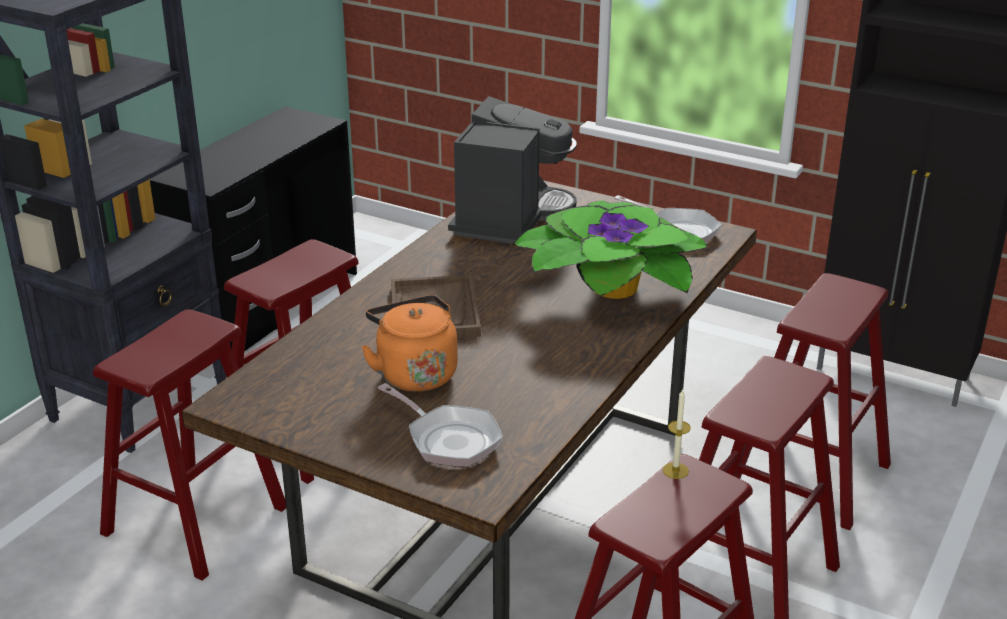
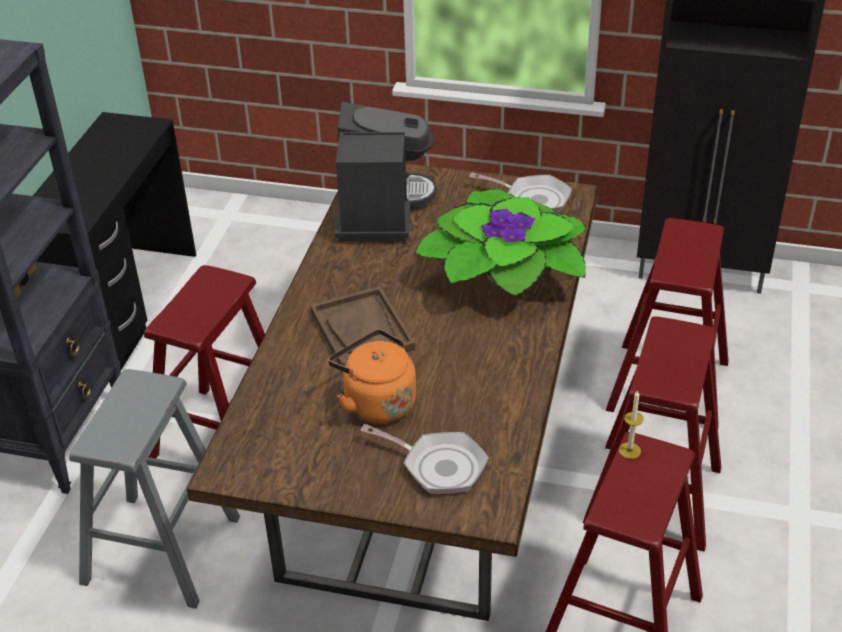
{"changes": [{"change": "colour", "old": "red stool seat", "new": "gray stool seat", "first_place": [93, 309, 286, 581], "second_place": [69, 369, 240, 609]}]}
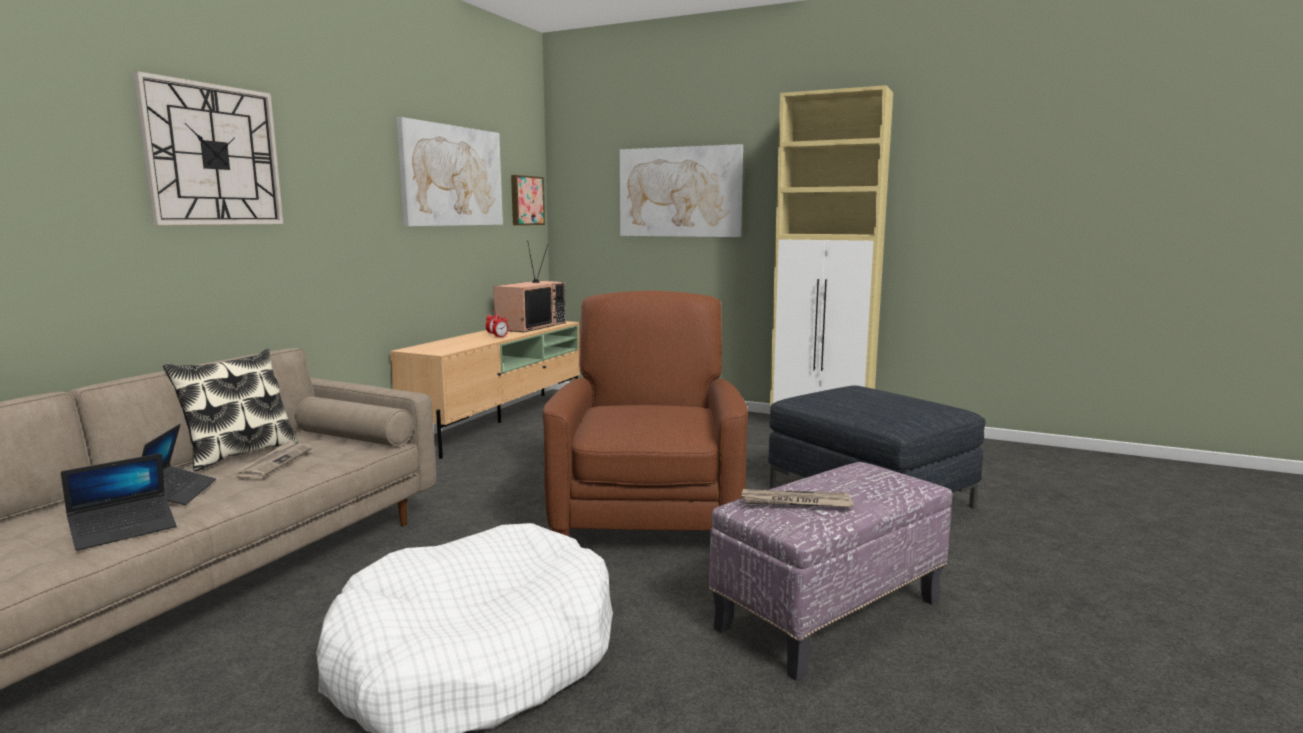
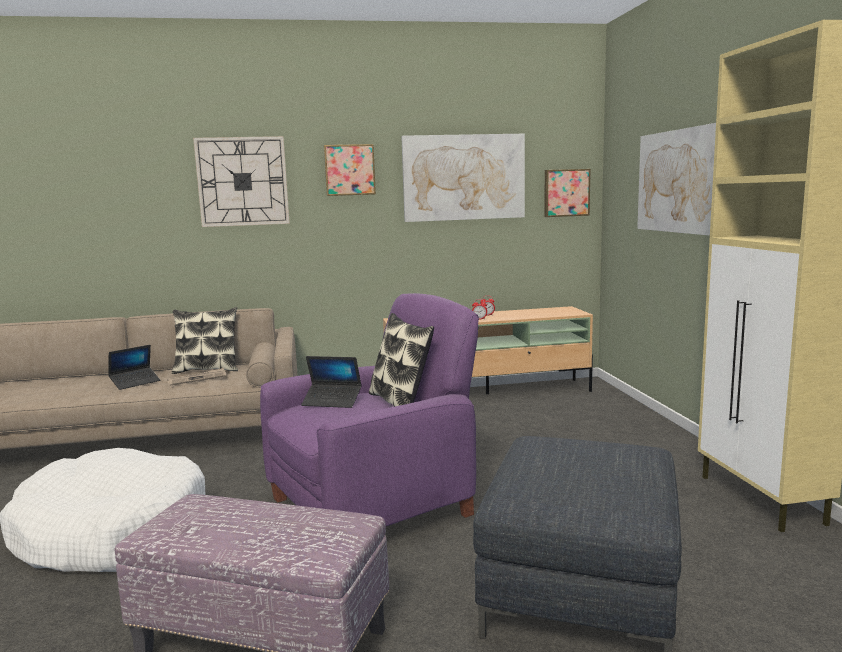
{"changes": [{"change": "missing", "old": "TV set", "first_place": [493, 241, 566, 332]}, {"change": "missing", "old": "daily paper", "first_place": [741, 489, 854, 507]}, {"change": "appeared", "new": "picture", "second_place": [324, 144, 376, 196]}, {"change": "appeared", "new": "pillow", "second_place": [369, 313, 434, 407]}, {"change": "relocated", "old": "portable computer", "first_place": [61, 453, 177, 551], "second_place": [301, 356, 362, 408]}, {"change": "colour", "old": "brownish armchair", "new": "purplish armchair", "first_place": [543, 291, 748, 537], "second_place": [260, 293, 479, 526]}]}
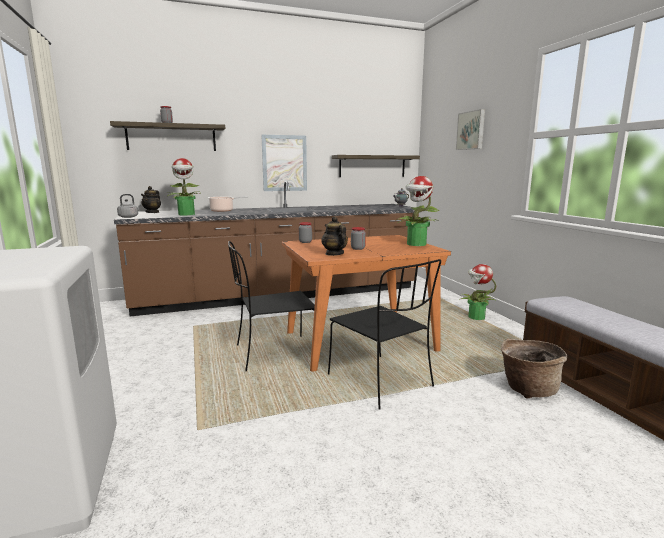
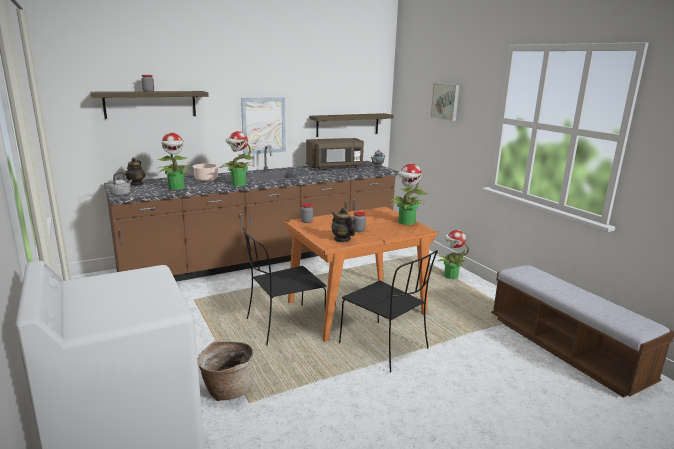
{"changes": [{"change": "appeared", "new": "houseplant", "second_place": [221, 131, 255, 186]}, {"change": "appeared", "new": "brownish microwave", "second_place": [306, 138, 364, 169]}, {"change": "relocated", "old": "household basket", "first_place": [501, 338, 567, 399], "second_place": [197, 341, 253, 401]}]}
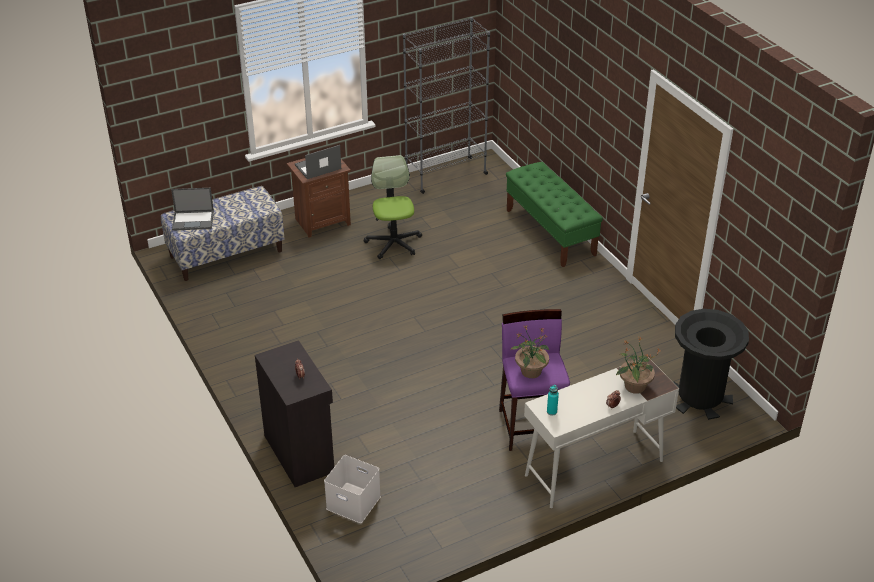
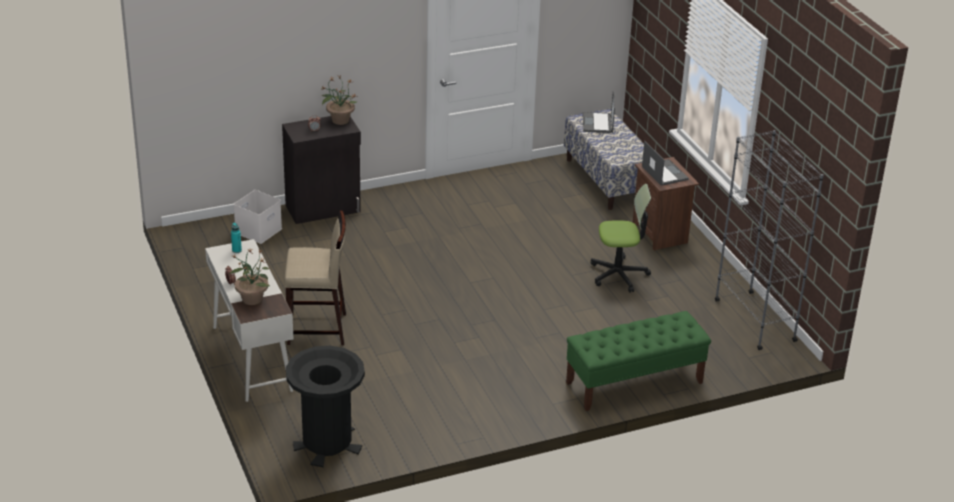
{"changes": [{"change": "relocated", "old": "houseplant", "first_place": [510, 326, 549, 378], "second_place": [321, 75, 358, 125]}, {"change": "colour", "old": "purplish stool seat", "new": "beige-coloured stool seat", "first_place": [499, 309, 570, 451], "second_place": [284, 210, 346, 345]}]}
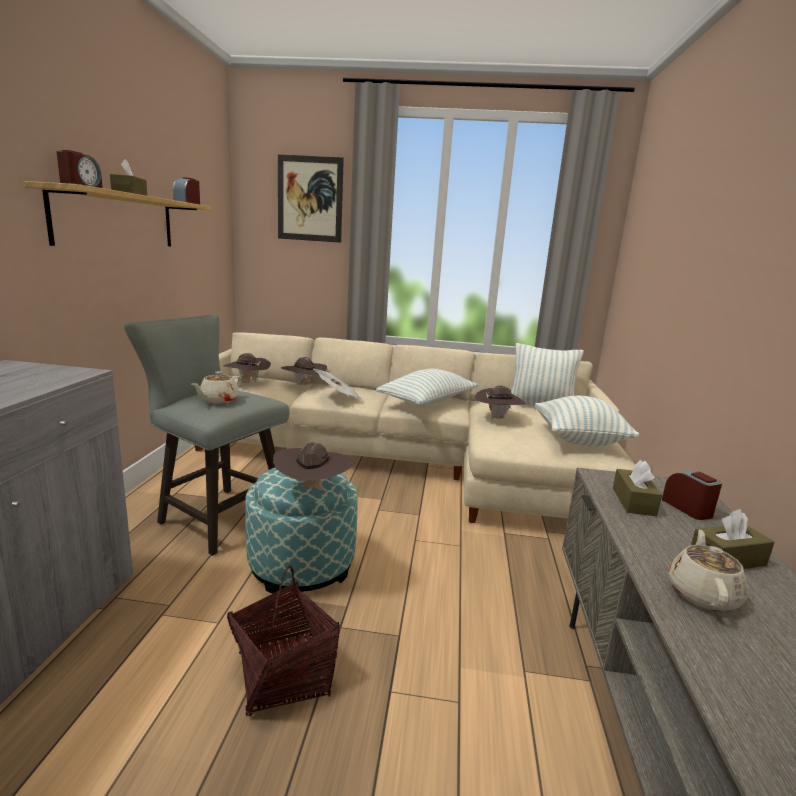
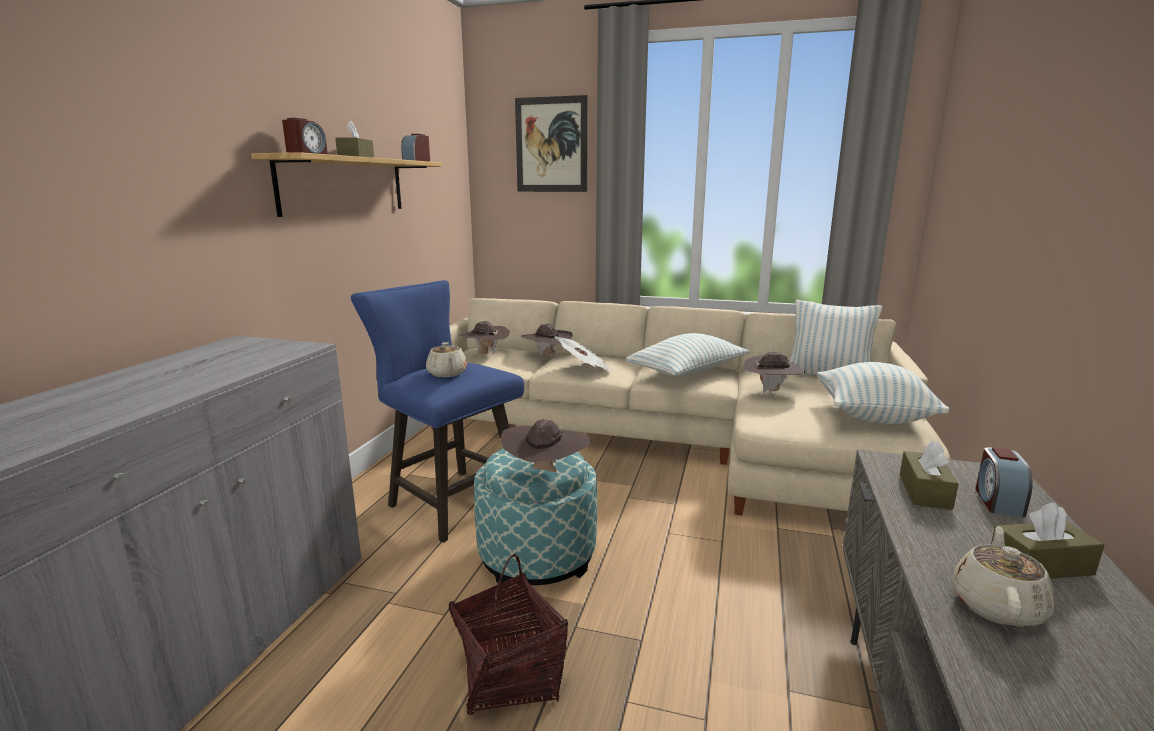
{"changes": [{"change": "colour", "old": "gray stool seat", "new": "bluish stool seat", "first_place": [124, 314, 289, 556], "second_place": [351, 280, 524, 543]}, {"change": "spun", "old": "beige-coloured pot for tea", "first_place": [191, 371, 242, 404], "second_place": [426, 342, 467, 377], "degrees": -60}, {"change": "spun", "old": "table clock", "first_place": [662, 471, 722, 520], "second_place": [975, 447, 1033, 517], "degrees": -150}]}
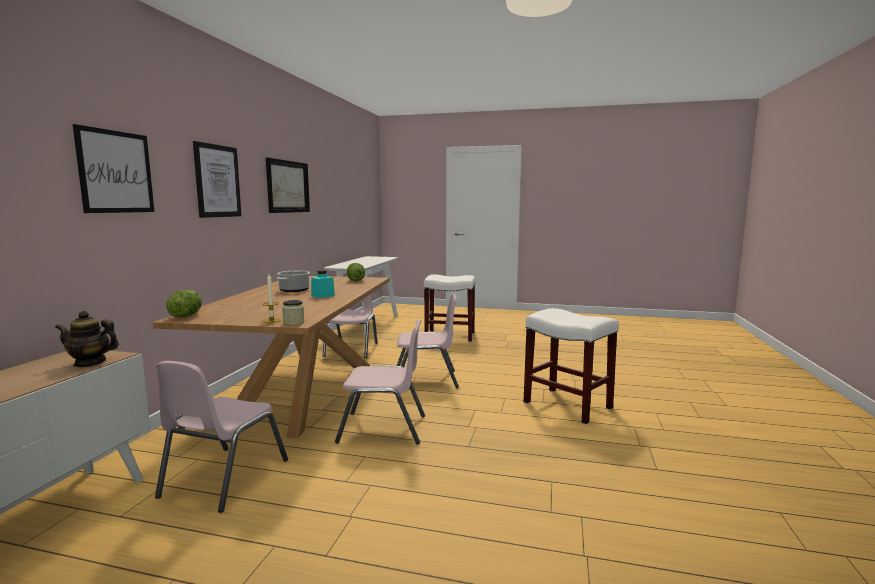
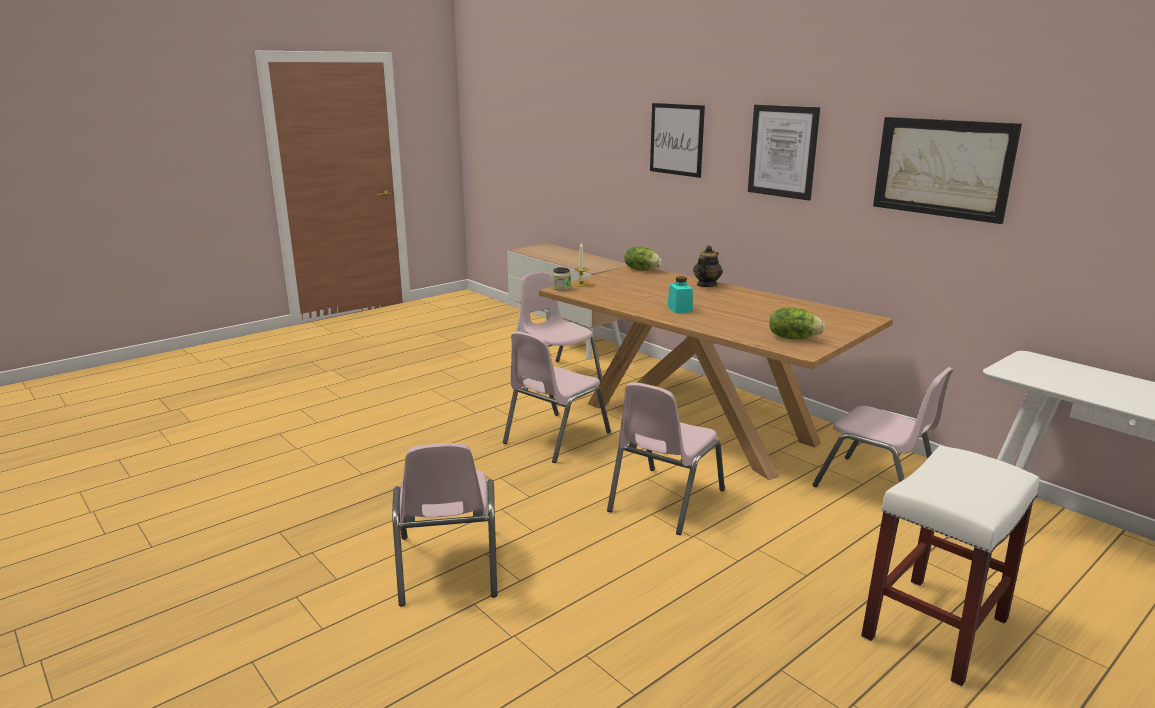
{"changes": [{"change": "missing", "old": "stockpot", "first_place": [277, 271, 310, 292]}, {"change": "relocated", "old": "pot for tea", "first_place": [55, 311, 119, 367], "second_place": [693, 245, 723, 287]}, {"change": "exchanged", "old": "whitish stool seat", "new": "pink-coloured plain chair", "first_place": [523, 308, 619, 425], "second_place": [392, 443, 497, 607]}]}
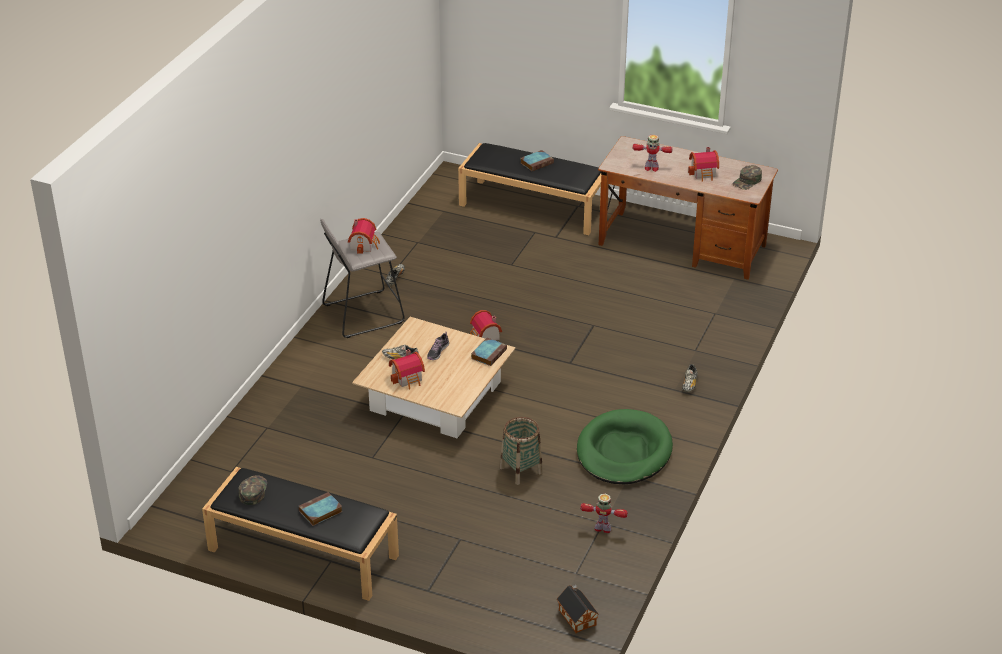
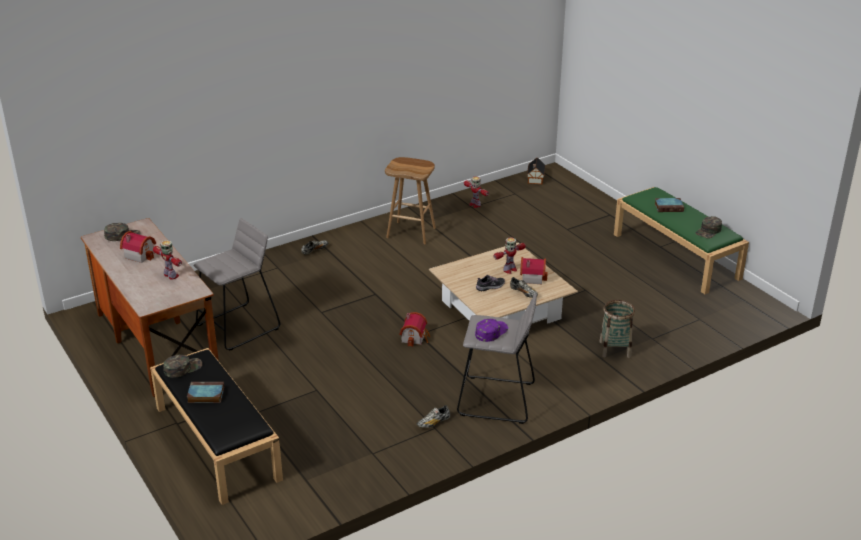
{"changes": [{"change": "missing", "old": "bound book", "first_place": [471, 338, 507, 366]}, {"change": "appeared", "new": "green-coloured cap", "second_place": [163, 355, 202, 378]}, {"change": "appeared", "new": "gray stool seat", "second_place": [193, 218, 280, 351]}, {"change": "appeared", "new": "robot figure", "second_place": [493, 237, 526, 274]}, {"change": "relocated", "old": "household basket", "first_place": [500, 417, 543, 485], "second_place": [600, 300, 635, 358]}, {"change": "exchanged", "old": "miniature house", "new": "purplish cap", "first_place": [348, 218, 380, 254], "second_place": [475, 319, 508, 342]}, {"change": "exchanged", "old": "green-coloured dog bed", "new": "brownish stool seat", "first_place": [577, 409, 673, 484], "second_place": [385, 157, 436, 244]}, {"change": "colour", "old": "blackish bench", "new": "green-coloured bench", "first_place": [202, 467, 399, 601], "second_place": [614, 187, 749, 294]}]}
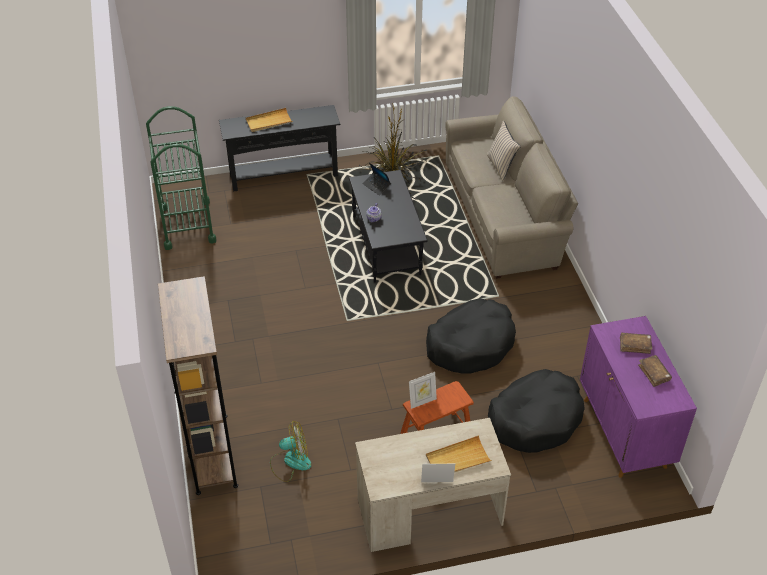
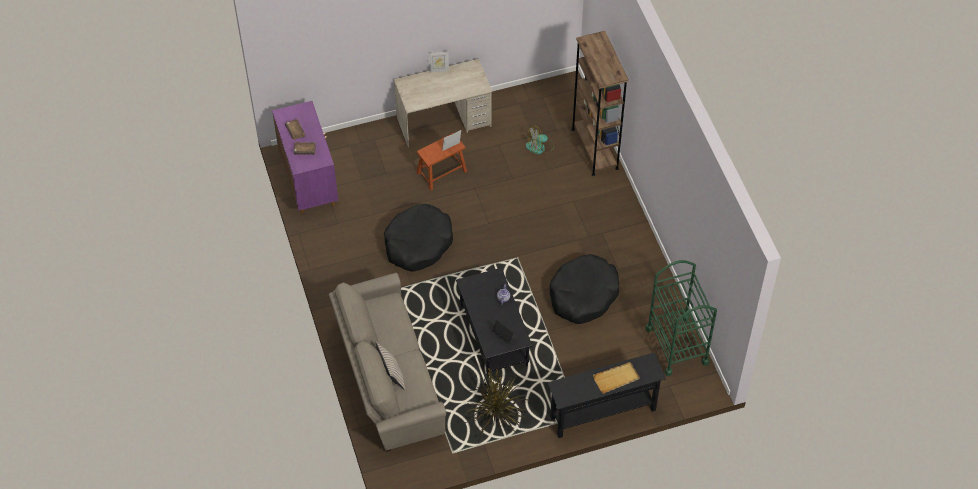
{"changes": [{"change": "missing", "old": "beige-coloured serving tray", "first_place": [426, 435, 492, 473]}, {"change": "relocated", "old": "blackish dog bed", "first_place": [488, 369, 585, 453], "second_place": [550, 254, 619, 324]}]}
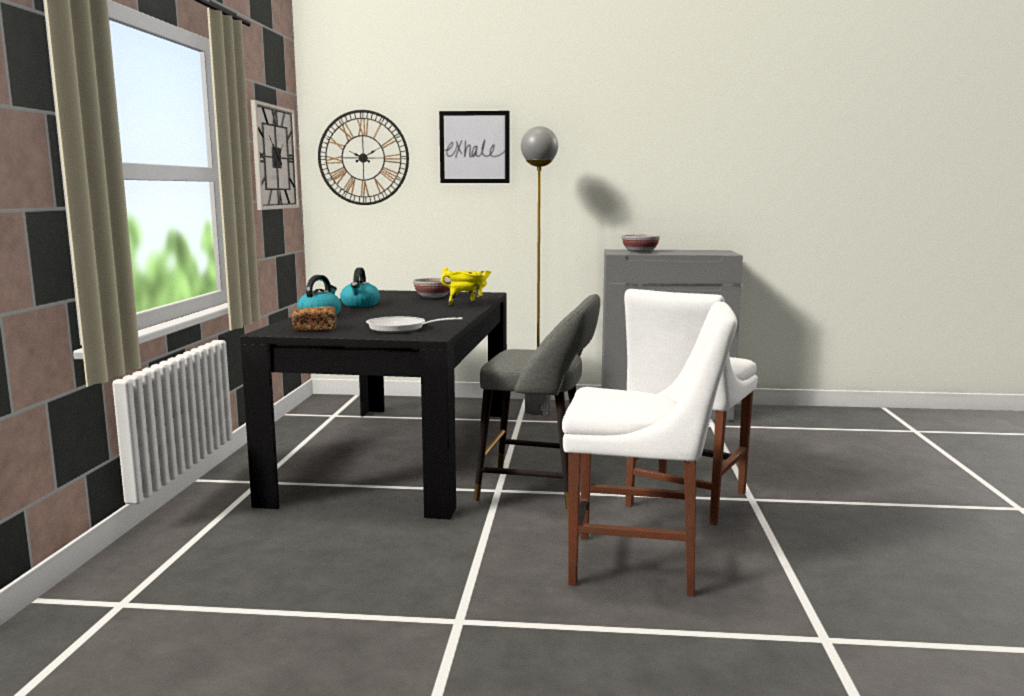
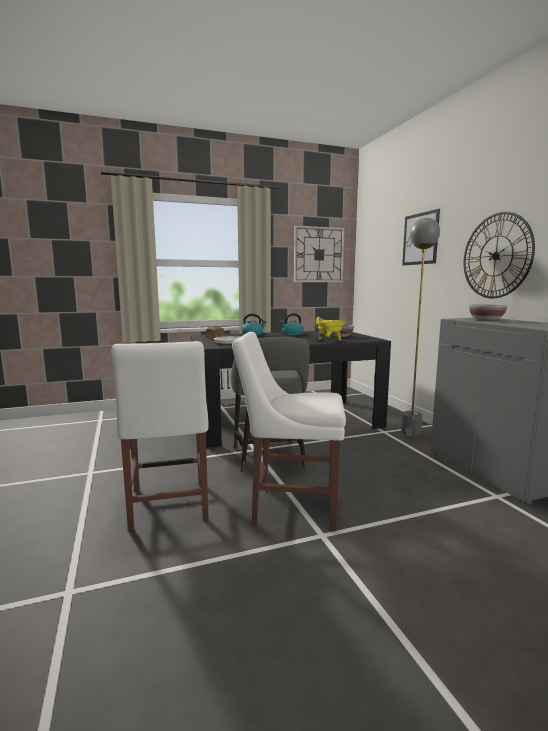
{"changes": [{"change": "relocated", "old": "hanging clock", "first_place": [318, 110, 409, 205], "second_place": [463, 212, 535, 298]}]}
